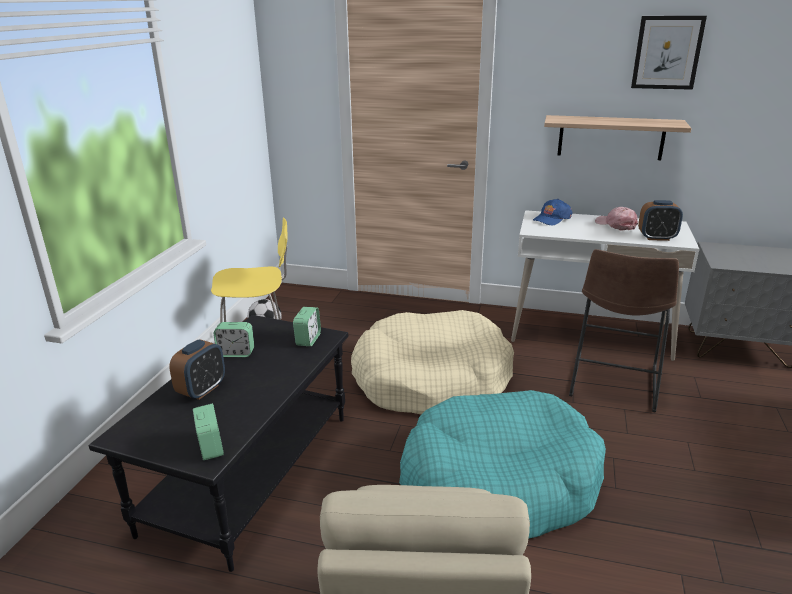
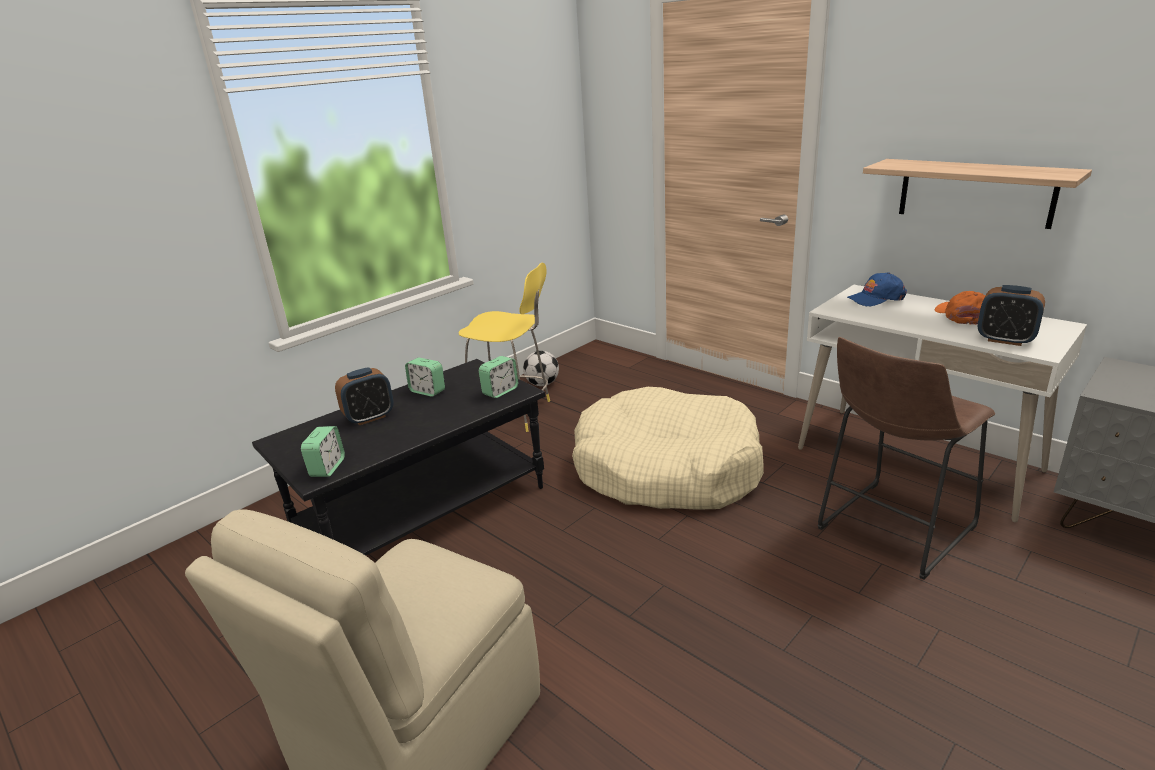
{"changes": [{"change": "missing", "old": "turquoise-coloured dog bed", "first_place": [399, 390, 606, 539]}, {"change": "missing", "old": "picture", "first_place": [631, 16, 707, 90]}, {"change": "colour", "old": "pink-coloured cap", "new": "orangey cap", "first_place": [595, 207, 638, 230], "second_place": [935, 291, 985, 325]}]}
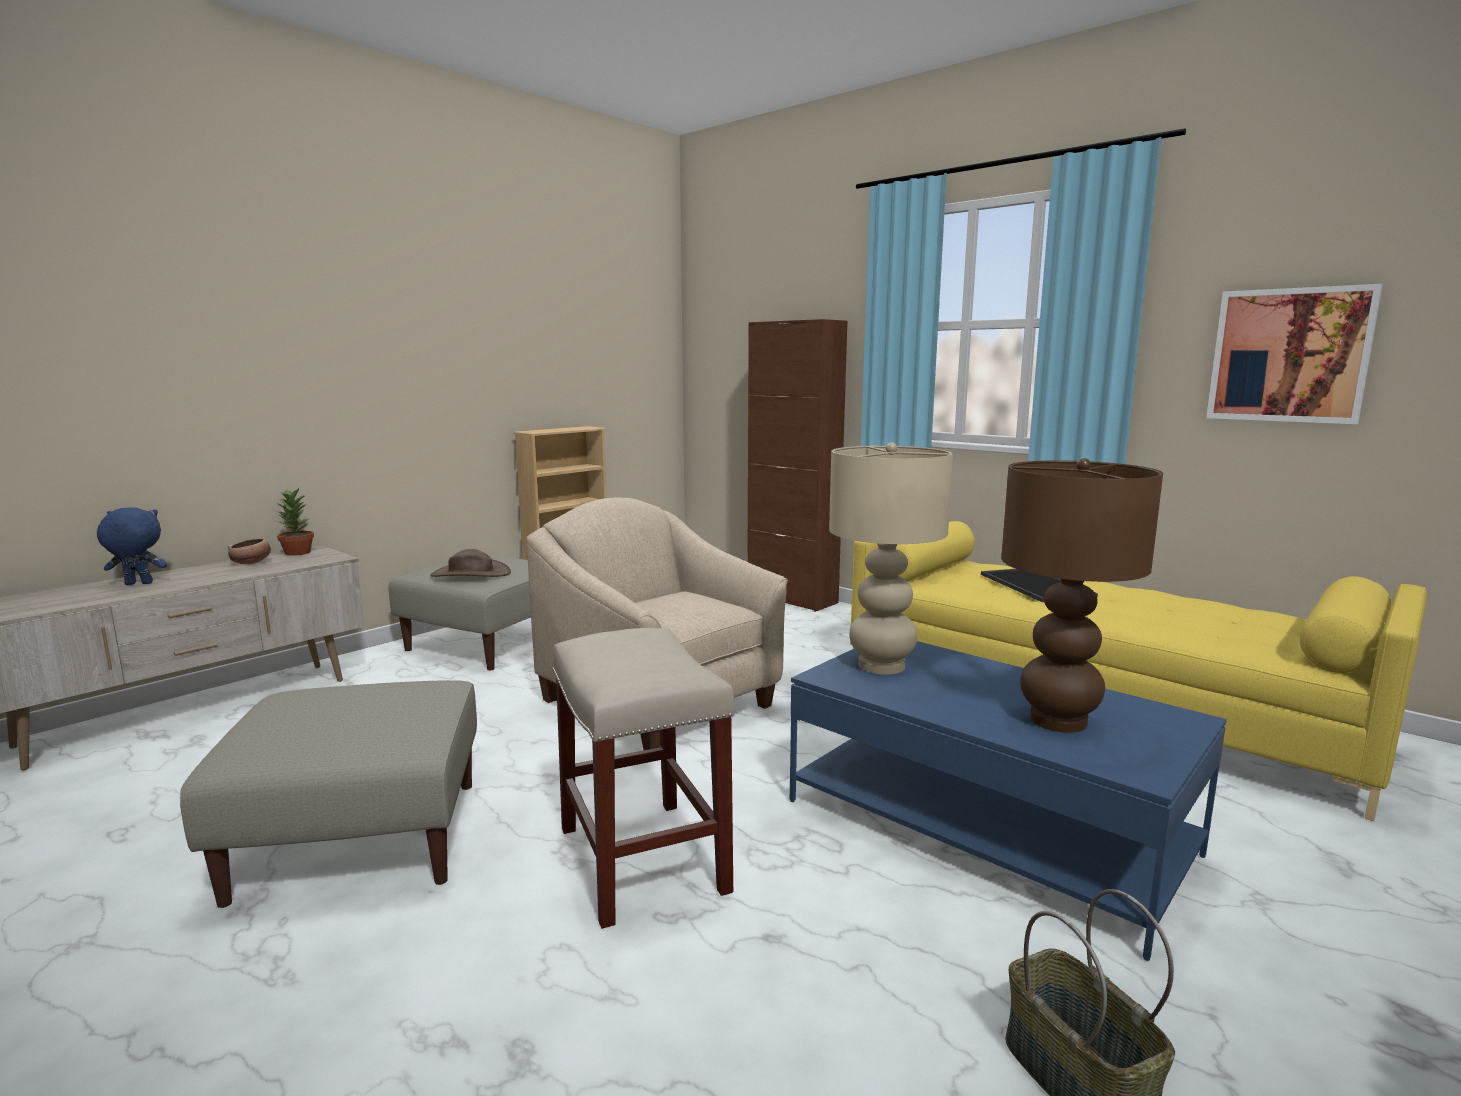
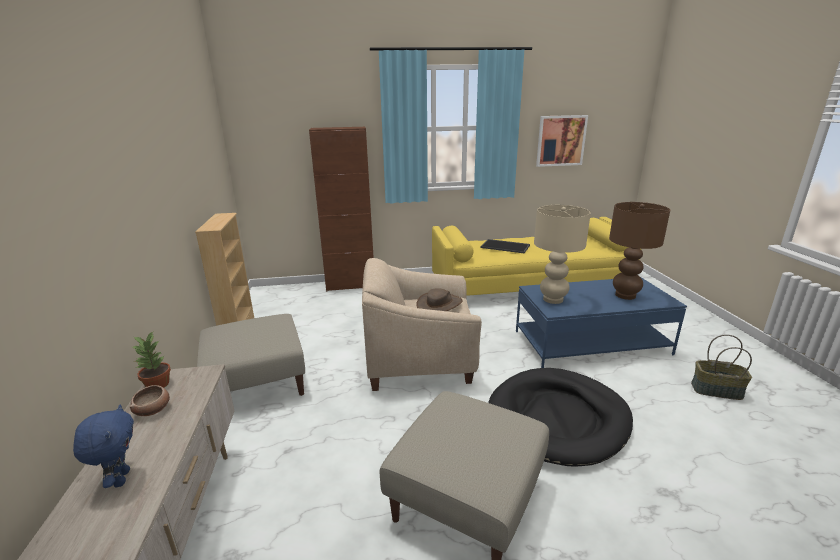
{"changes": [{"change": "relocated", "old": "brownish wearable hat", "first_place": [431, 549, 511, 577], "second_place": [416, 288, 463, 311]}, {"change": "exchanged", "old": "beige-coloured stool seat", "new": "blackish dog bed", "first_place": [552, 628, 734, 929], "second_place": [488, 368, 633, 467]}, {"change": "spun", "old": "bluish soft toy", "first_place": [97, 507, 167, 585], "second_place": [73, 405, 134, 488], "degrees": 135}]}
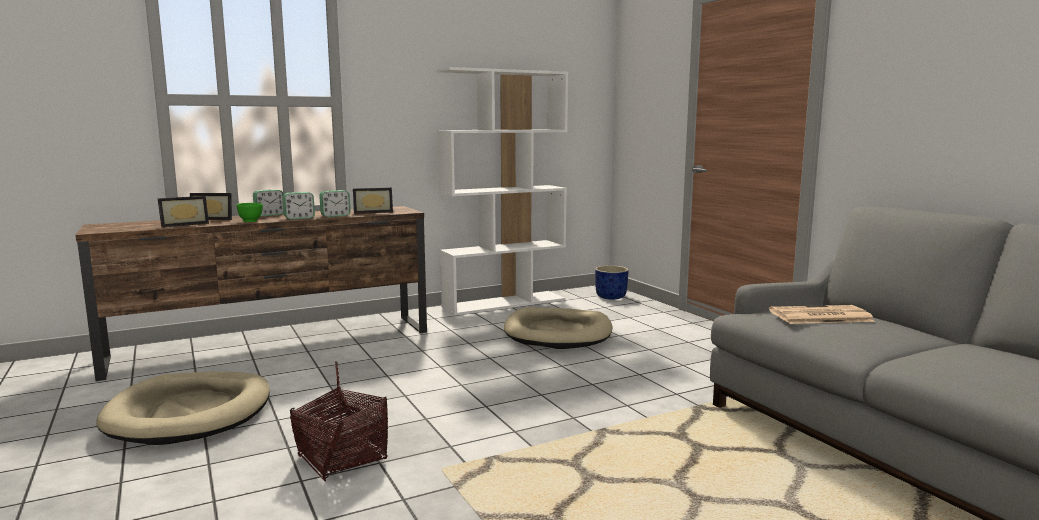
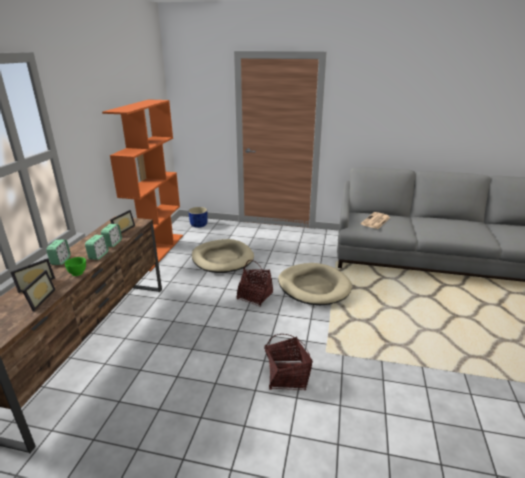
{"changes": [{"change": "appeared", "new": "household basket", "second_place": [237, 260, 273, 307]}, {"change": "relocated", "old": "beige-coloured dog bed", "first_place": [96, 371, 270, 445], "second_place": [278, 263, 352, 305]}, {"change": "colour", "old": "whitish bookshelf", "new": "orangey bookshelf", "first_place": [436, 67, 568, 316], "second_place": [102, 99, 183, 271]}]}
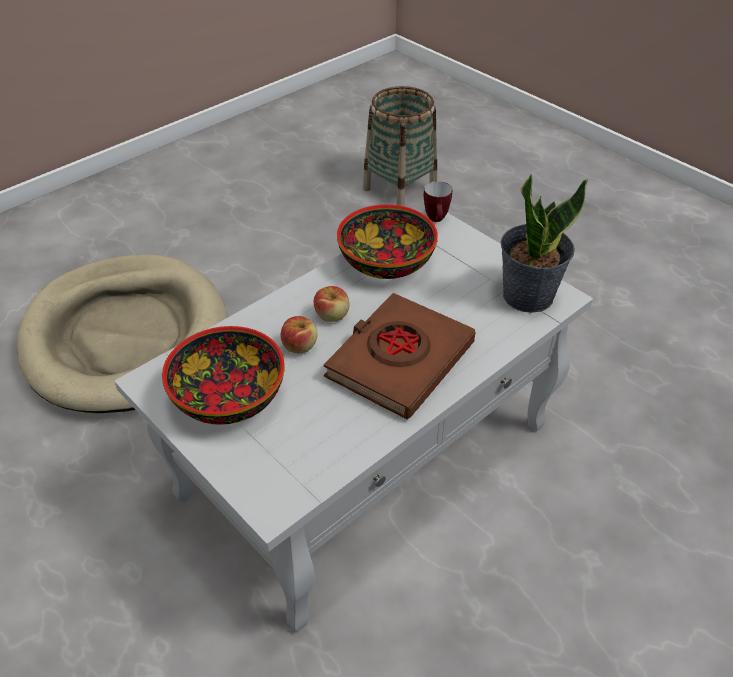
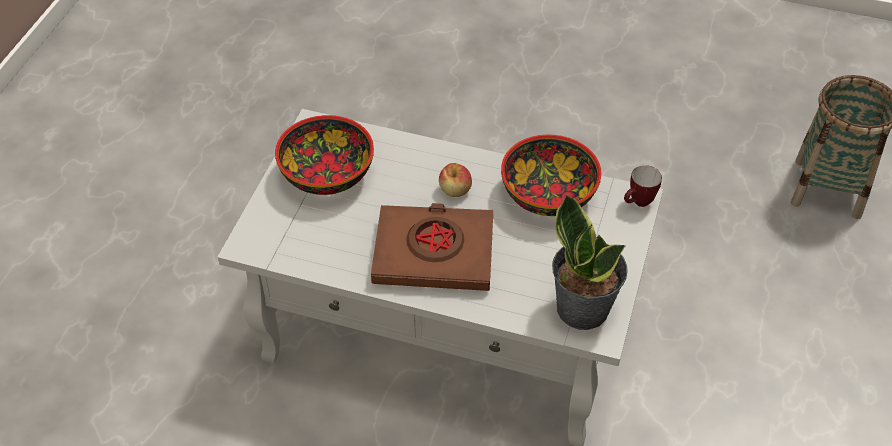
{"changes": [{"change": "missing", "old": "beige-coloured dog bed", "first_place": [17, 254, 227, 413]}, {"change": "missing", "old": "whole apple", "first_place": [281, 316, 318, 353]}]}
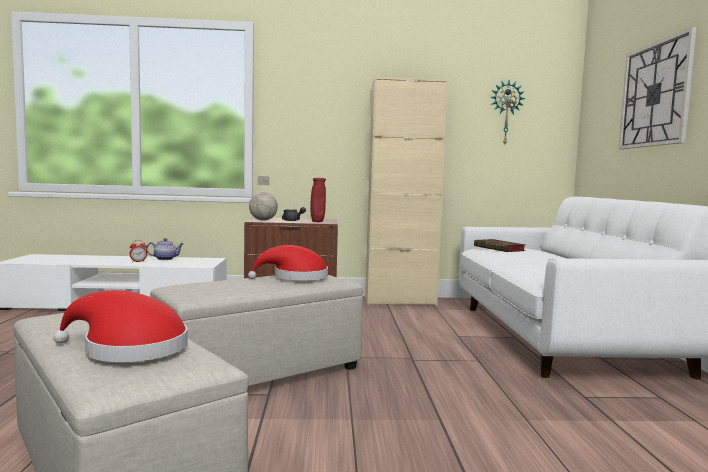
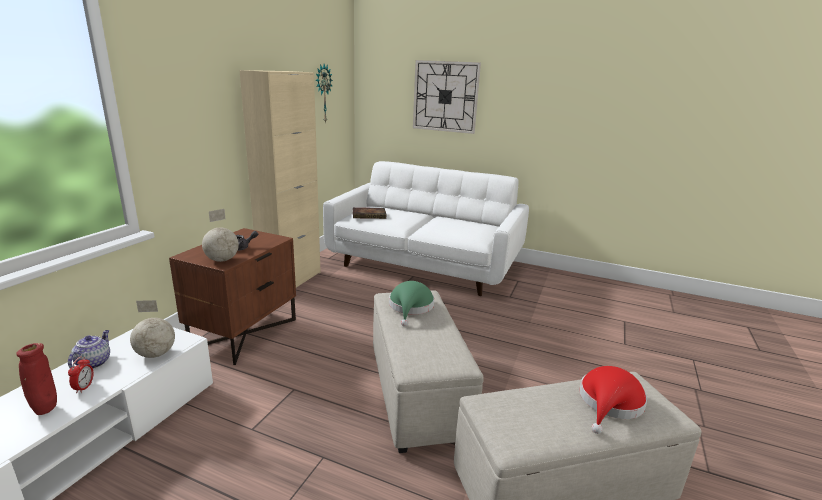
{"changes": [{"change": "appeared", "new": "world globe", "second_place": [130, 300, 175, 358]}, {"change": "relocated", "old": "red decorative vase", "first_place": [310, 178, 326, 222], "second_place": [16, 343, 57, 415]}, {"change": "colour", "old": "red wearable hat", "new": "green-coloured wearable hat", "first_place": [248, 245, 328, 280], "second_place": [389, 281, 434, 327]}]}
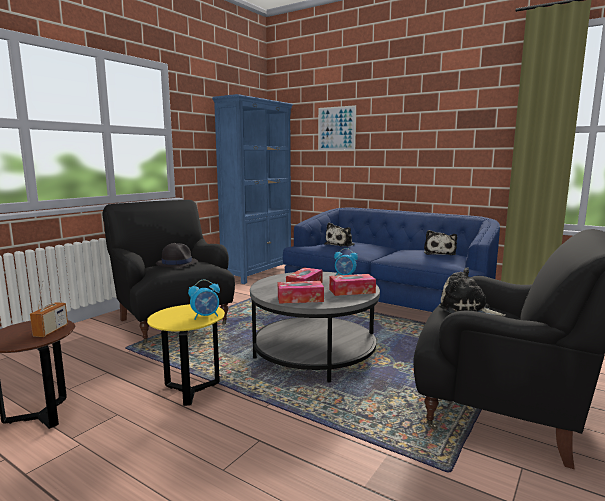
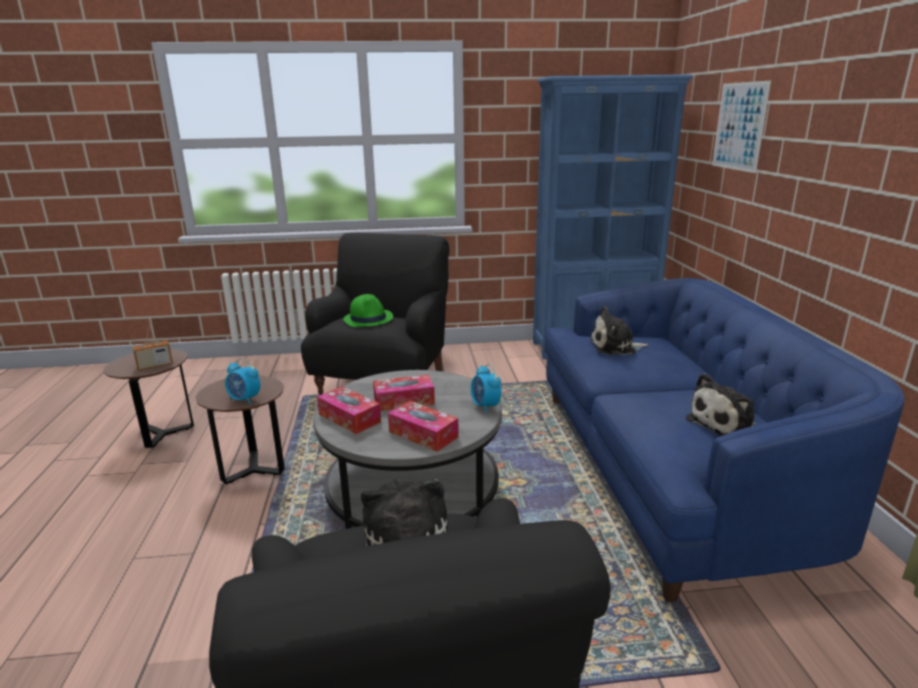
{"changes": [{"change": "colour", "old": "yellow end table", "new": "brownish end table", "first_place": [147, 304, 225, 406], "second_place": [196, 375, 285, 484]}, {"change": "colour", "old": "blackish wearable hat", "new": "green-coloured wearable hat", "first_place": [156, 243, 198, 268], "second_place": [343, 294, 393, 327]}]}
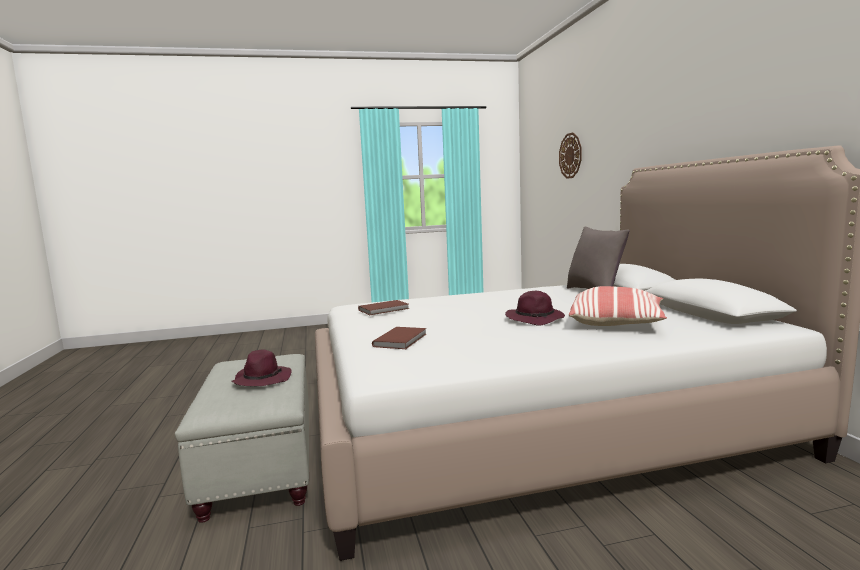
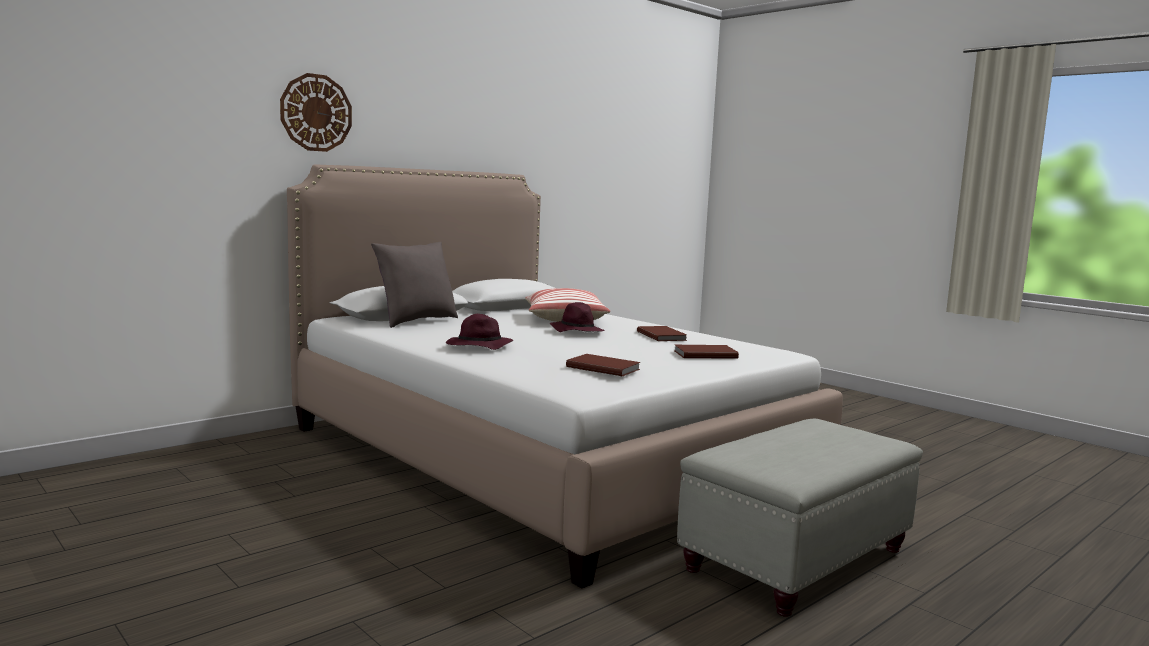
{"changes": [{"change": "appeared", "new": "brownish bound book", "second_place": [637, 326, 687, 341]}, {"change": "relocated", "old": "purplish wearable hat", "first_place": [231, 349, 291, 386], "second_place": [446, 314, 513, 350]}, {"change": "relocated", "old": "hanging clock", "first_place": [559, 132, 582, 179], "second_place": [280, 73, 352, 152]}]}
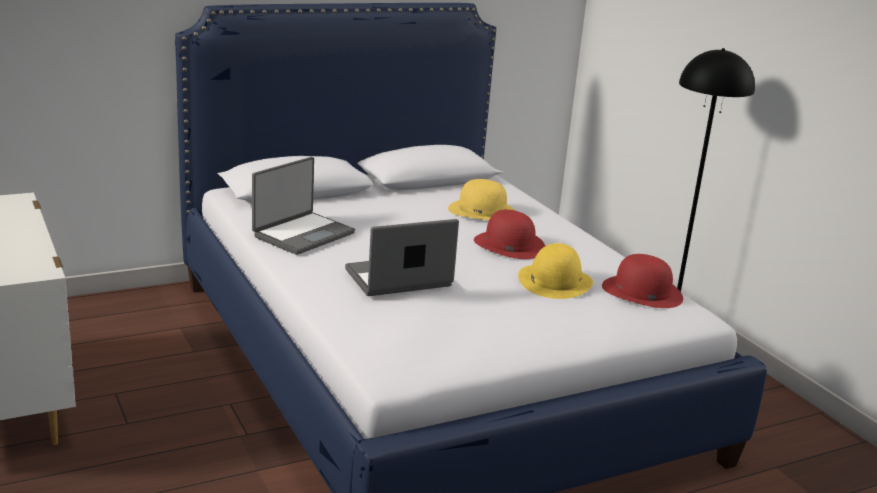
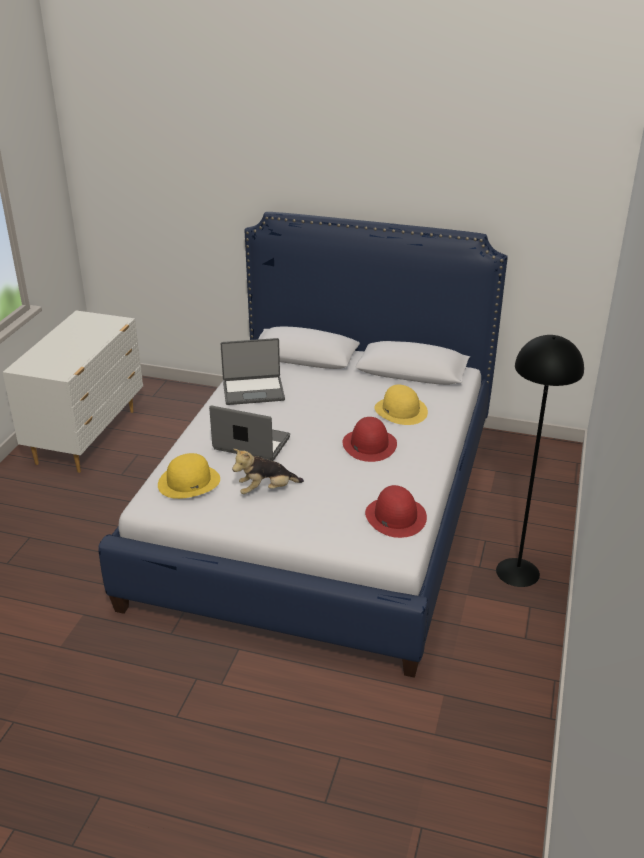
{"changes": [{"change": "appeared", "new": "soft toy", "second_place": [232, 449, 304, 494]}, {"change": "relocated", "old": "yellow wearable hat", "first_place": [518, 243, 593, 299], "second_place": [158, 453, 220, 499]}]}
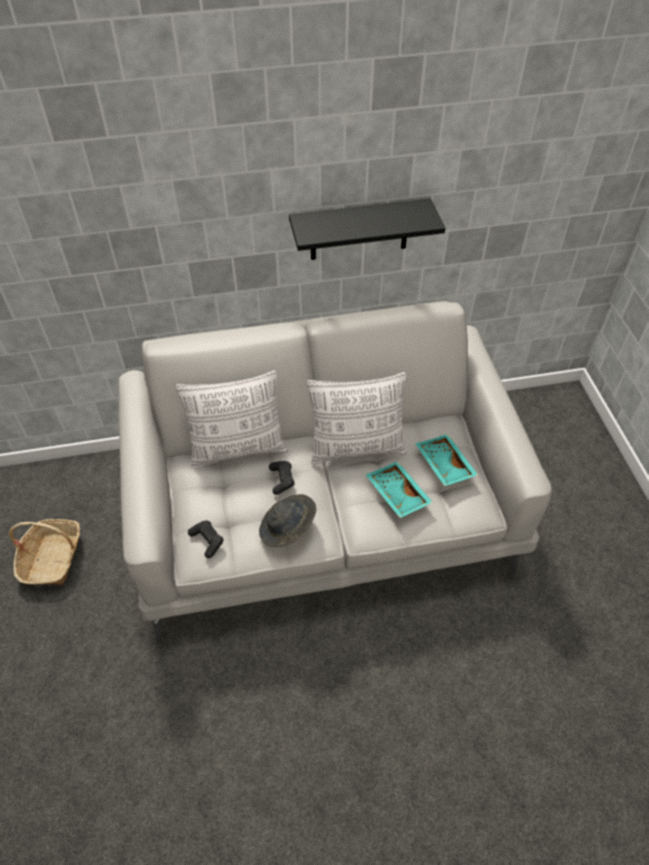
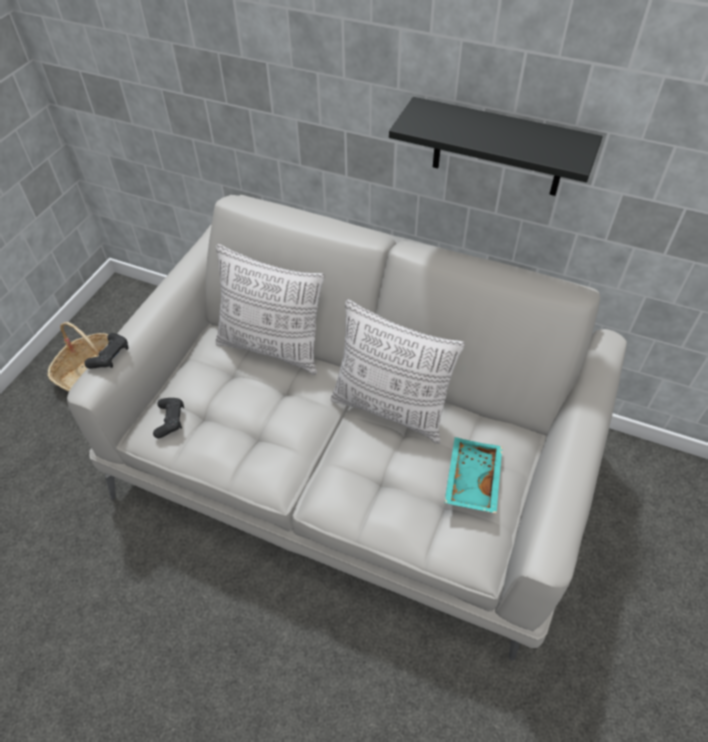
{"changes": [{"change": "missing", "old": "gray wearable hat", "first_place": [259, 494, 316, 547]}, {"change": "missing", "old": "turquoise-coloured serving tray", "first_place": [366, 461, 433, 518]}, {"change": "relocated", "old": "blackish game controller", "first_place": [269, 461, 295, 495], "second_place": [84, 333, 128, 369]}]}
